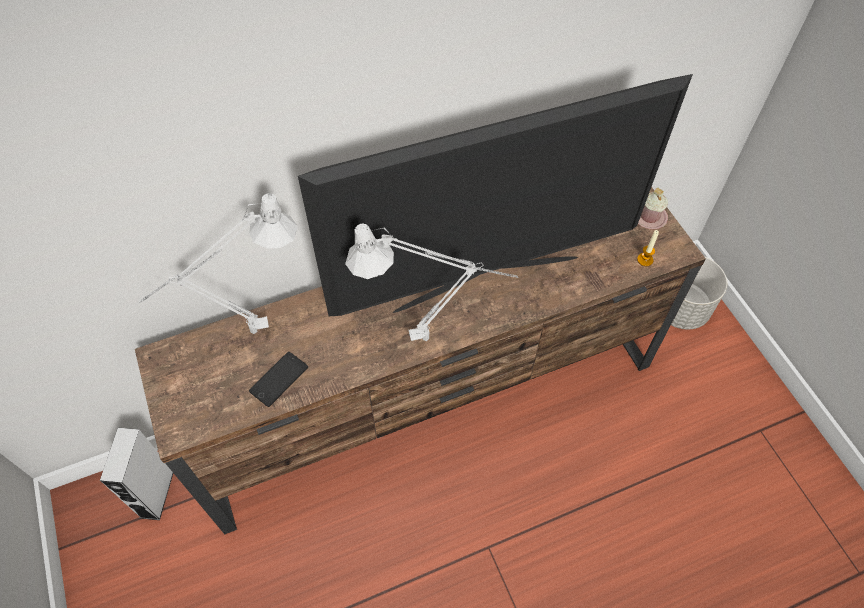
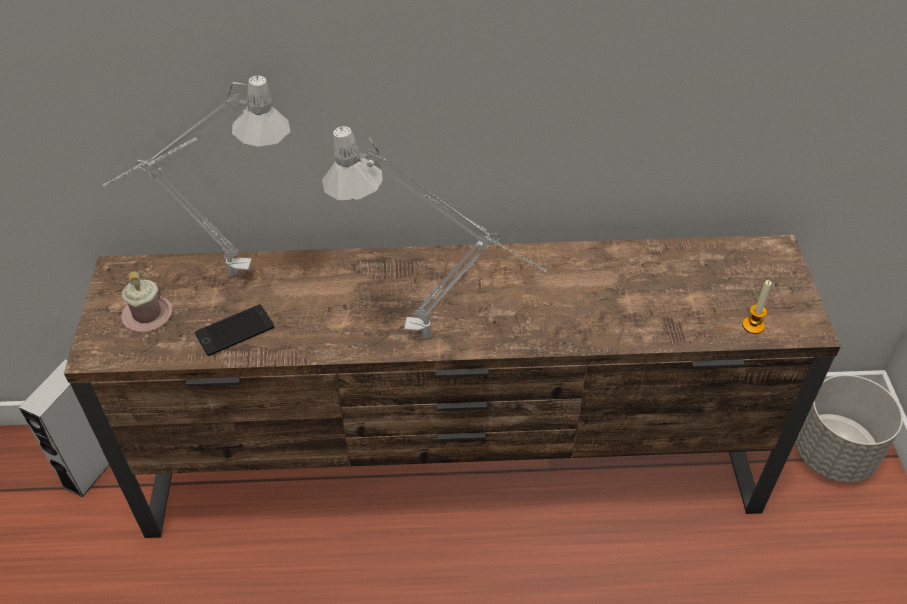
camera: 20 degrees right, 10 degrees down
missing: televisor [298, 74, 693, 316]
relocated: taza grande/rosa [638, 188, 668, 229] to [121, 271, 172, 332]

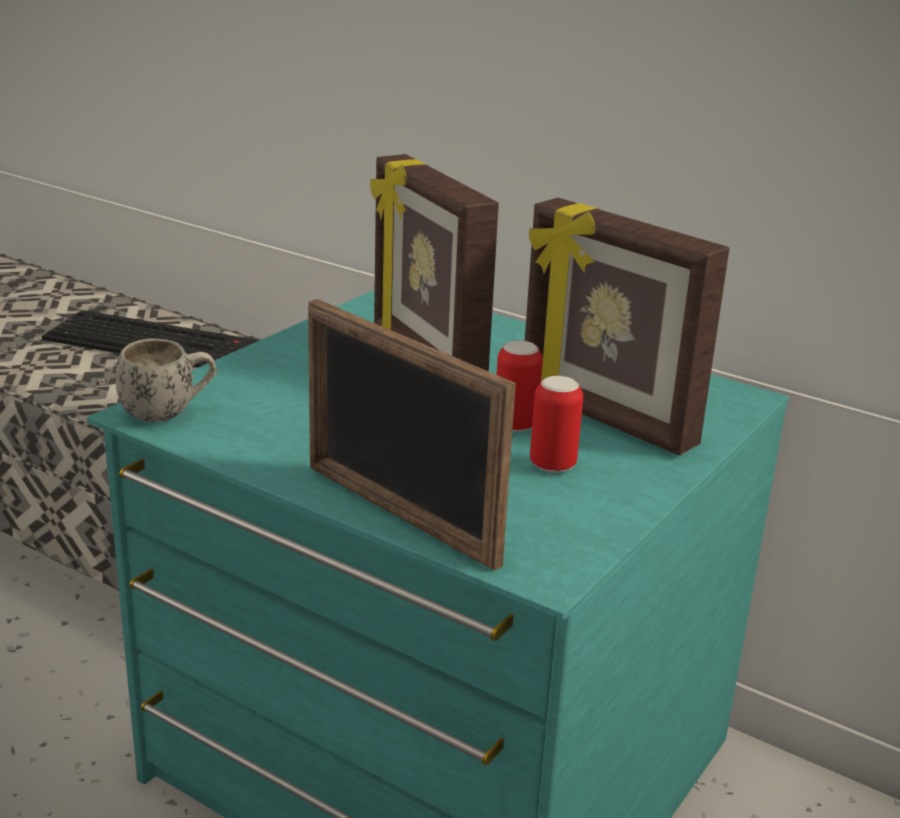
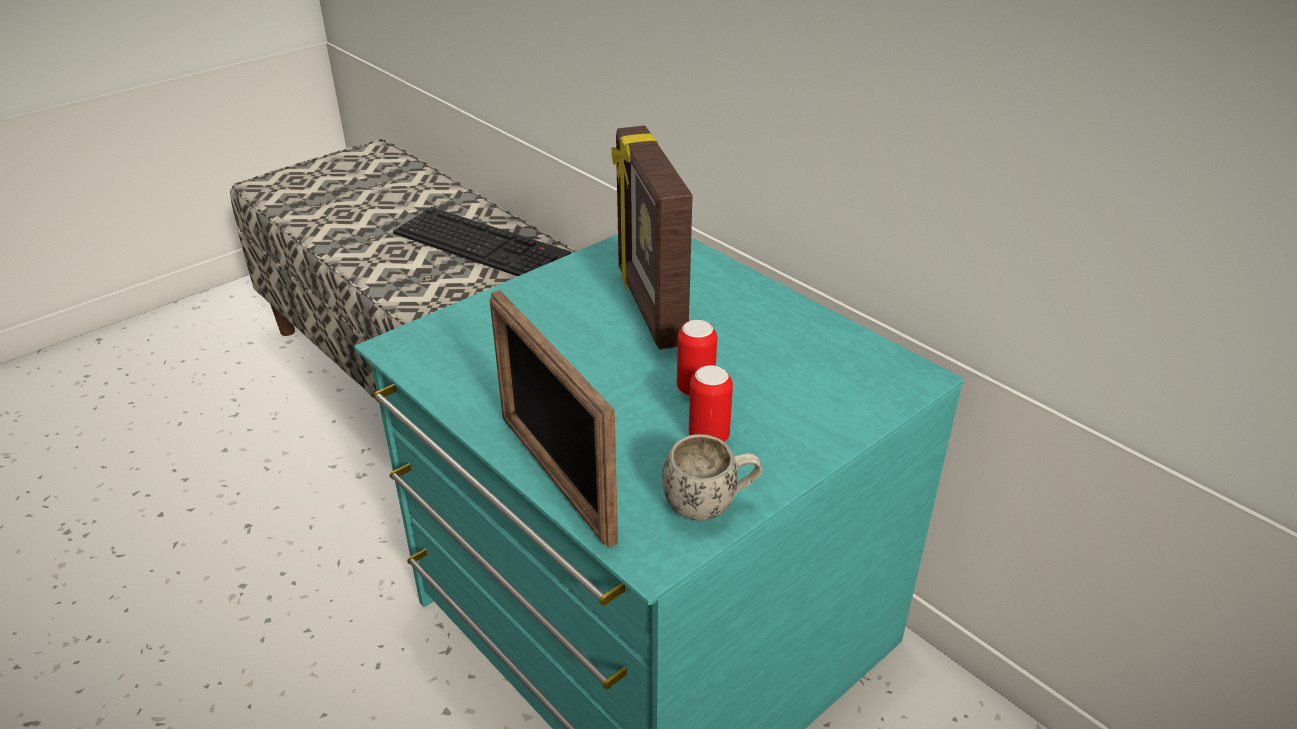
camera: 15 degrees right, 10 degrees up
missing: portarretratos [525, 198, 729, 455]
relocated: taza grande/blanco [115, 338, 217, 422] to [662, 434, 763, 521]

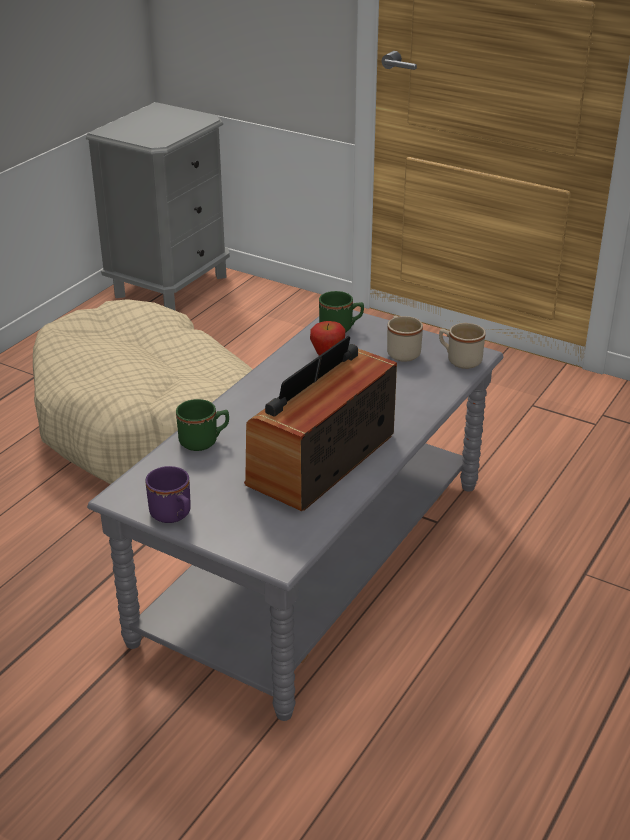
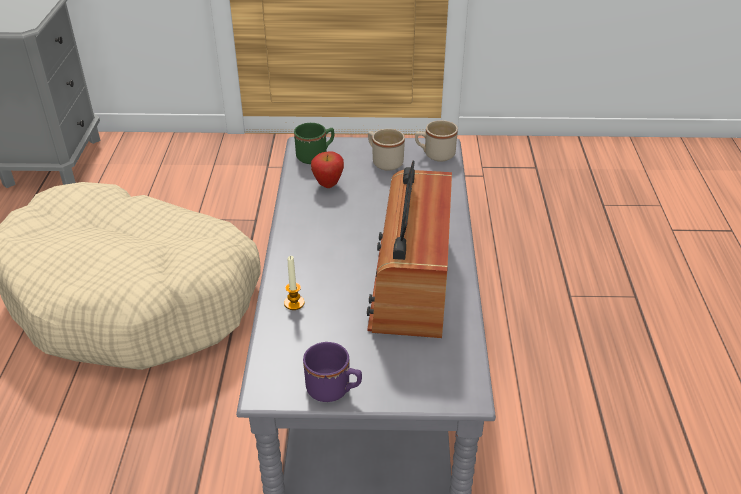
camera: 30 degrees left, 5 degrees up
exchanged: taza grande/verde [176, 399, 229, 451] to vela [284, 256, 305, 310]

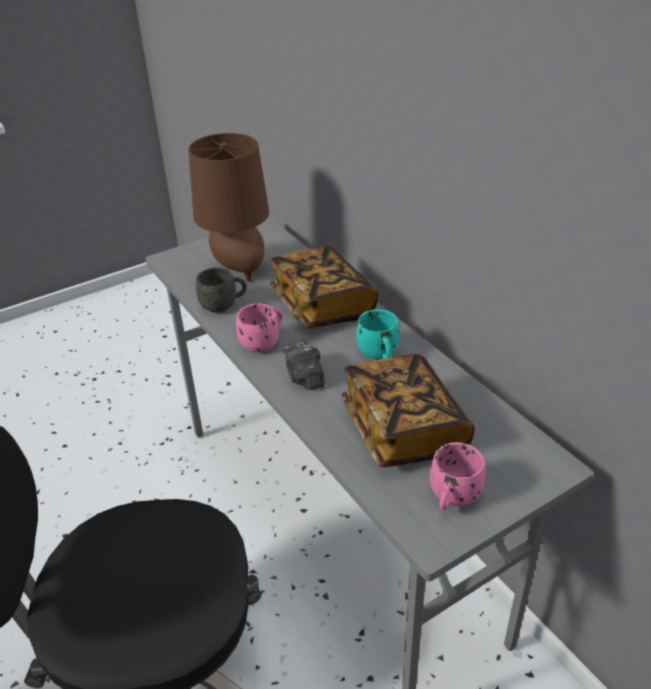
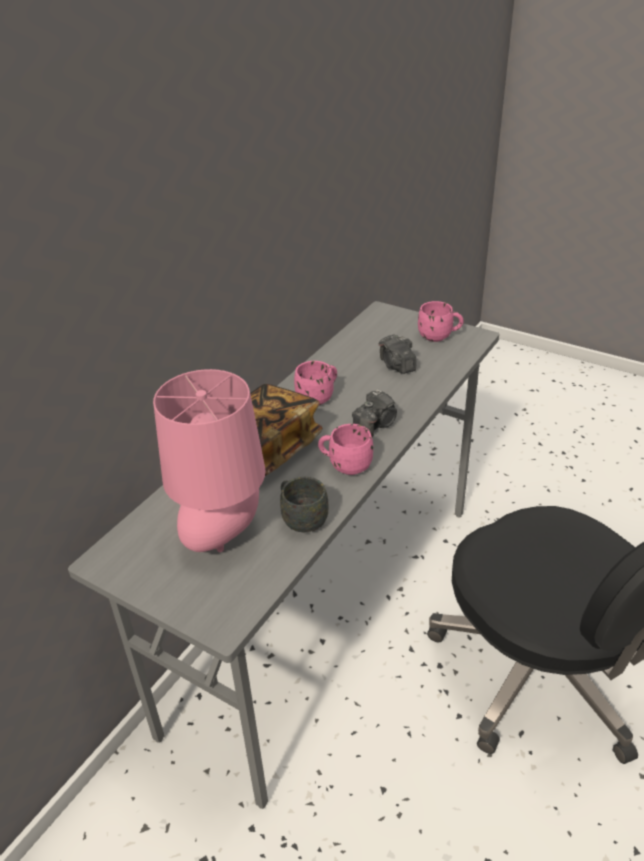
camera: 115 degrees left, 0 degrees up
exchanged: libro [342, 354, 475, 467] to cámara [379, 334, 416, 374]
colour: lámpara de mesa/marrón [188, 133, 269, 282] to lámpara de mesa/rosa [153, 369, 266, 552]; taza grande/turquesa [356, 309, 399, 359] to taza grande/rosa [294, 361, 337, 405]

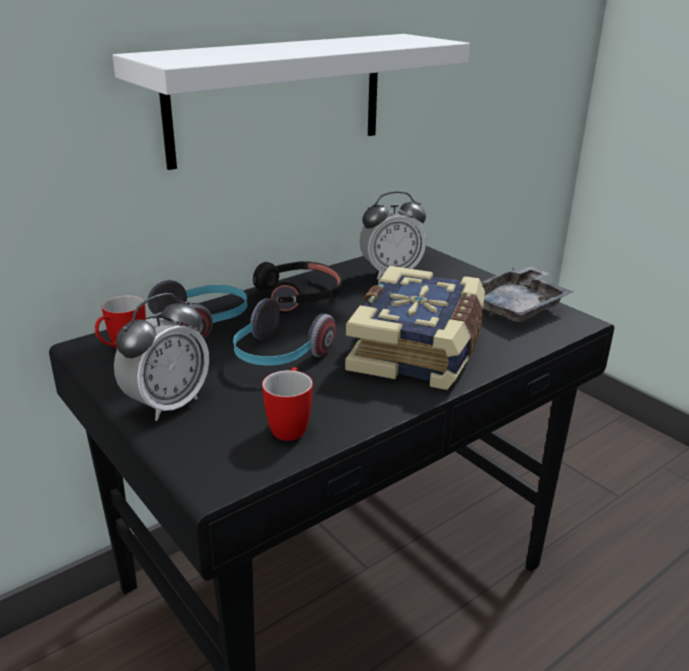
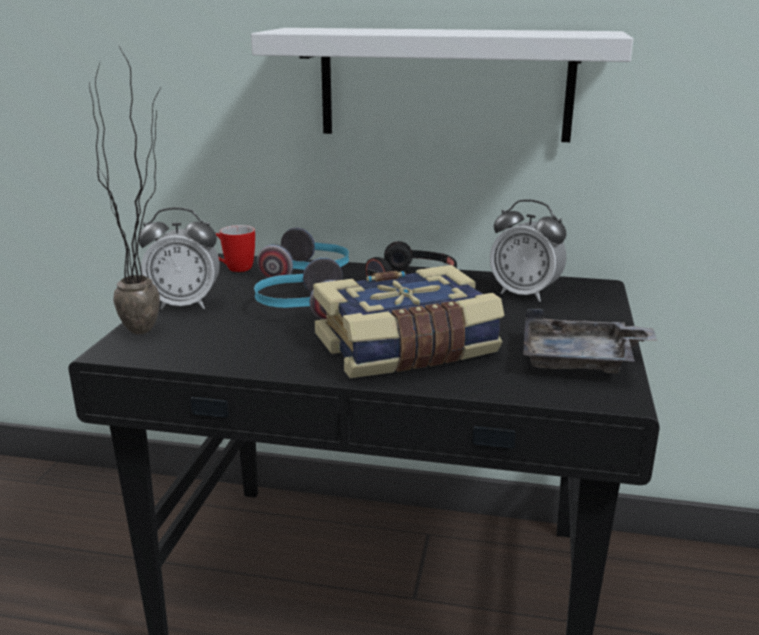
camera: 50 degrees right, 5 degrees down
missing: taza grande [262, 367, 313, 441]
appeared: planta en maceta [89, 47, 160, 334]

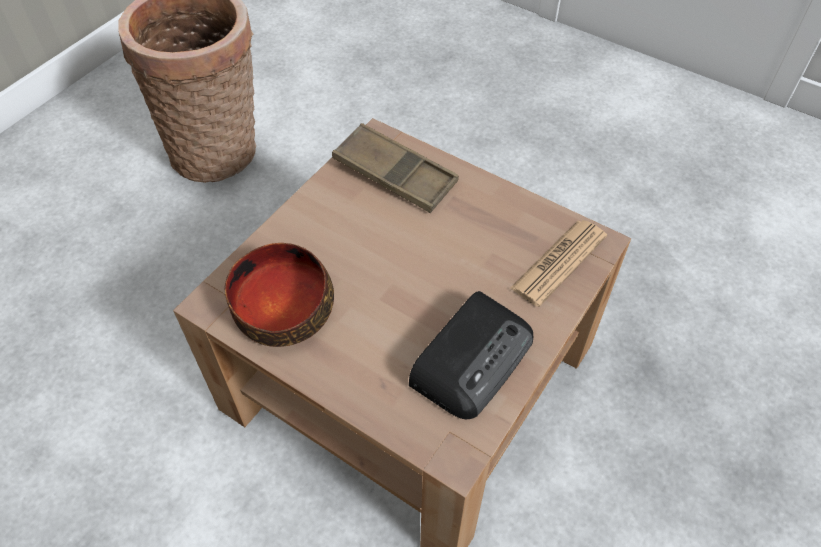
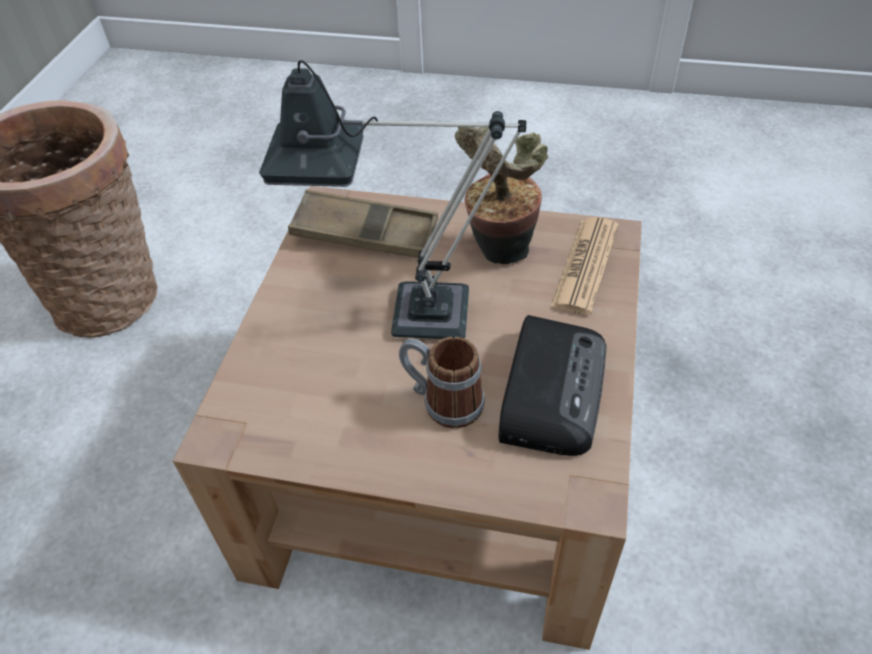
camera: 20 degrees left, 5 degrees down
missing: cuenco [225, 243, 334, 347]
appeared: lámpara de mesa [259, 60, 526, 339]; taza grande [399, 337, 485, 428]; planta en maceta [455, 127, 548, 264]

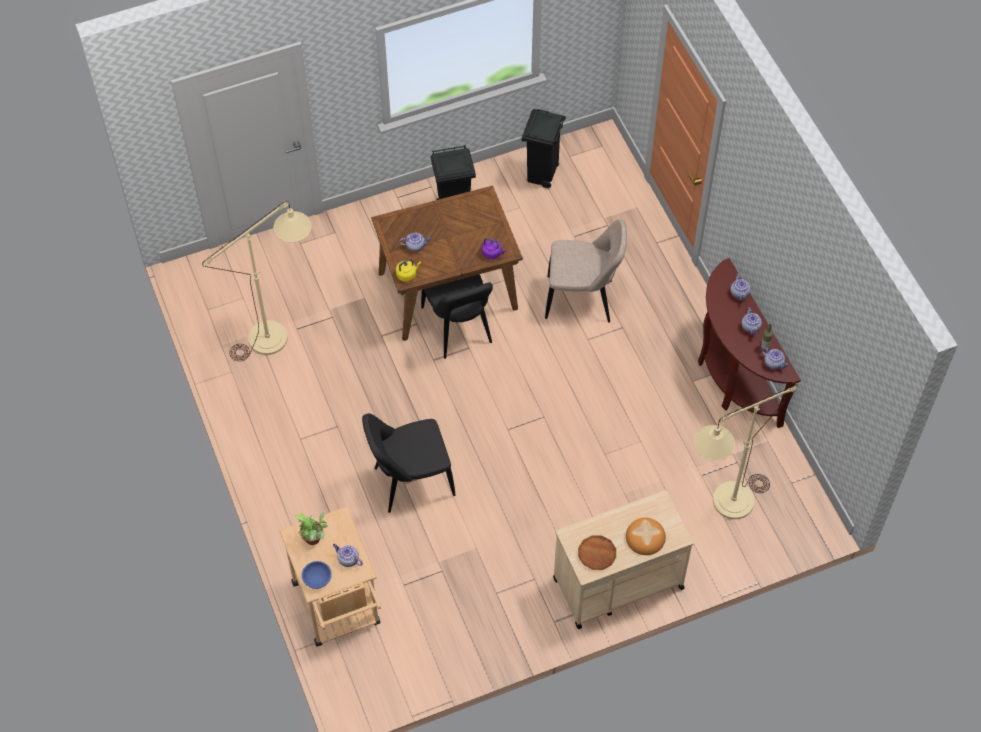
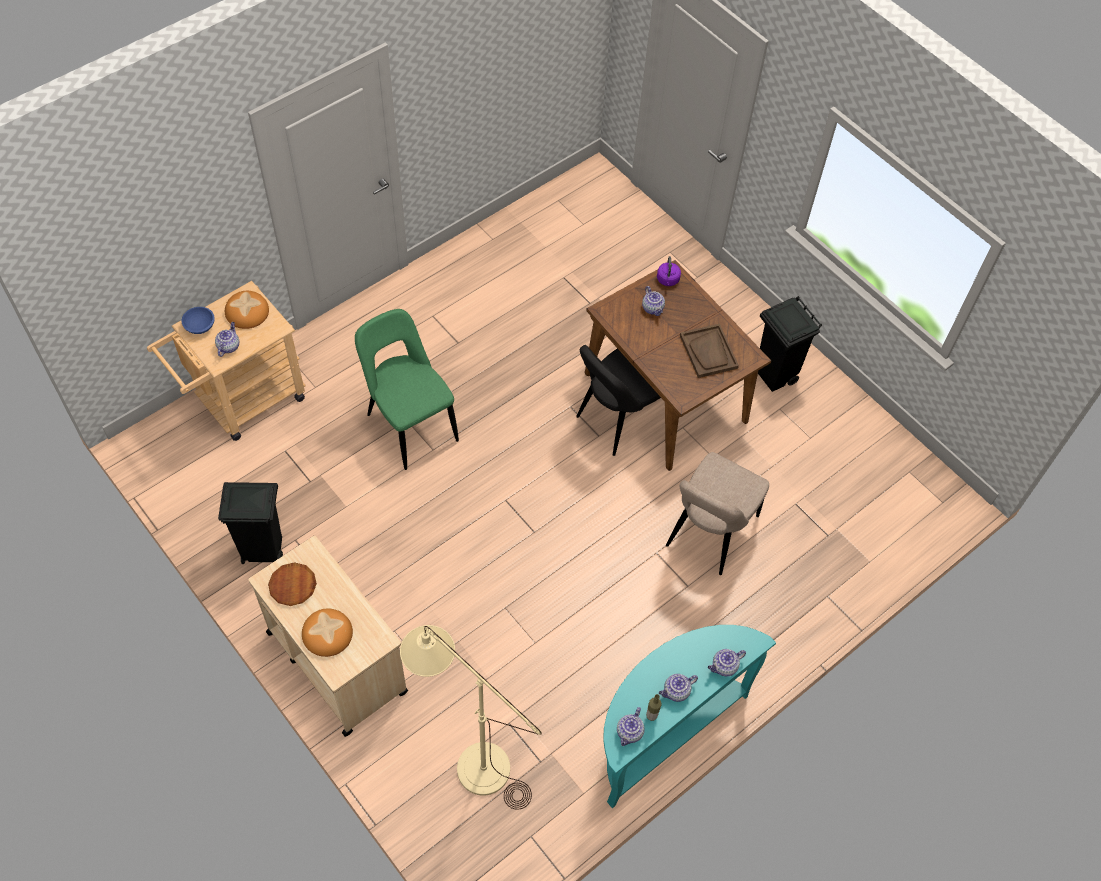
camera: 70 degrees right, 0 degrees up
missing: lámpara de pie/beis [202, 201, 312, 361]; hervidor/amarillo [396, 259, 421, 281]
appeared: bandeja/marrón [680, 324, 739, 378]
relocated: papelera/negro [522, 109, 566, 188] to [218, 482, 283, 564]; hervidor/morado [482, 238, 506, 260] to [657, 256, 681, 286]
exchanged: planta en maceta [296, 513, 328, 545] to pan [225, 291, 269, 329]
colour: silla/negro [362, 413, 456, 513] to silla/verde [355, 309, 459, 470]; mesa consola/marrón [698, 258, 801, 428] to mesa consola/turquesa [603, 625, 776, 808]
spun: silla/beis [545, 219, 627, 323] = [666, 452, 769, 575] 45 degrees clockwise

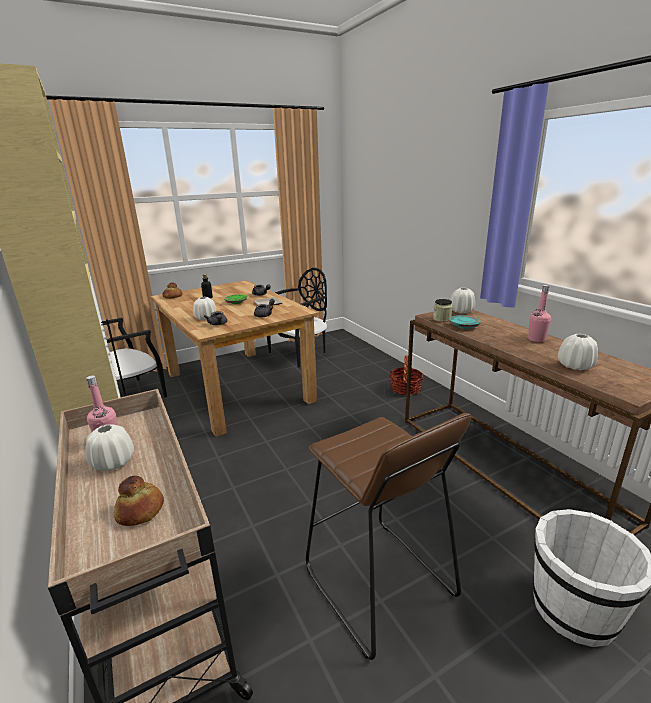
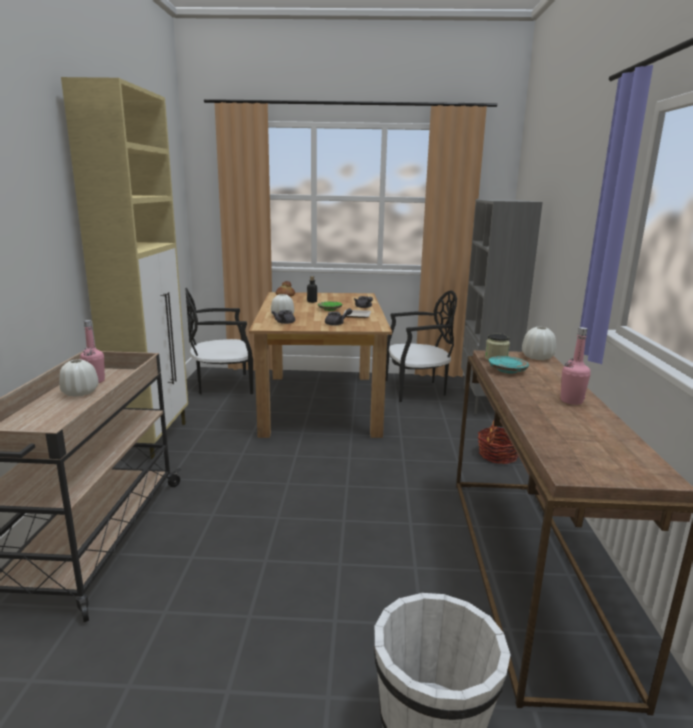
camera: 30 degrees right, 5 degrees down
missing: pan [114, 476, 164, 526]; taburete/marrón [306, 413, 471, 660]; florero/blanco [558, 334, 598, 371]
appeared: estantería/gris [461, 199, 543, 414]

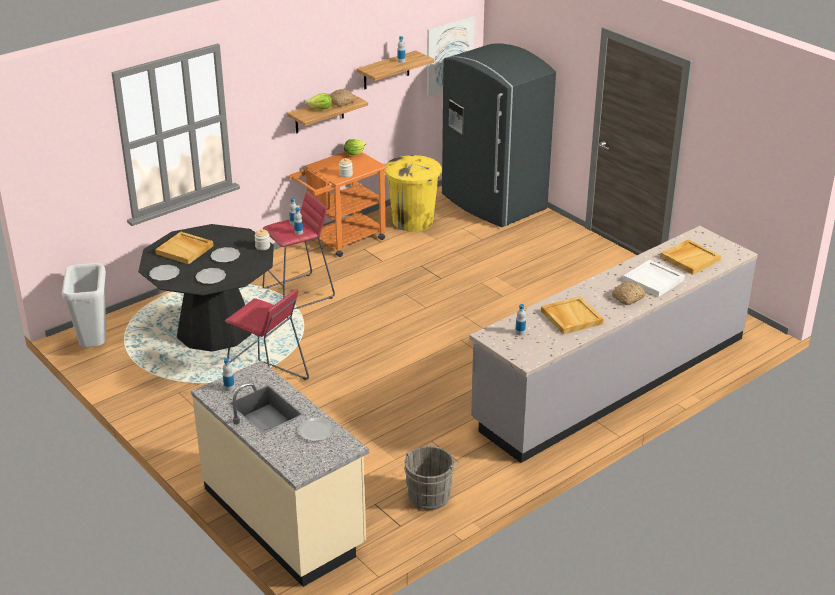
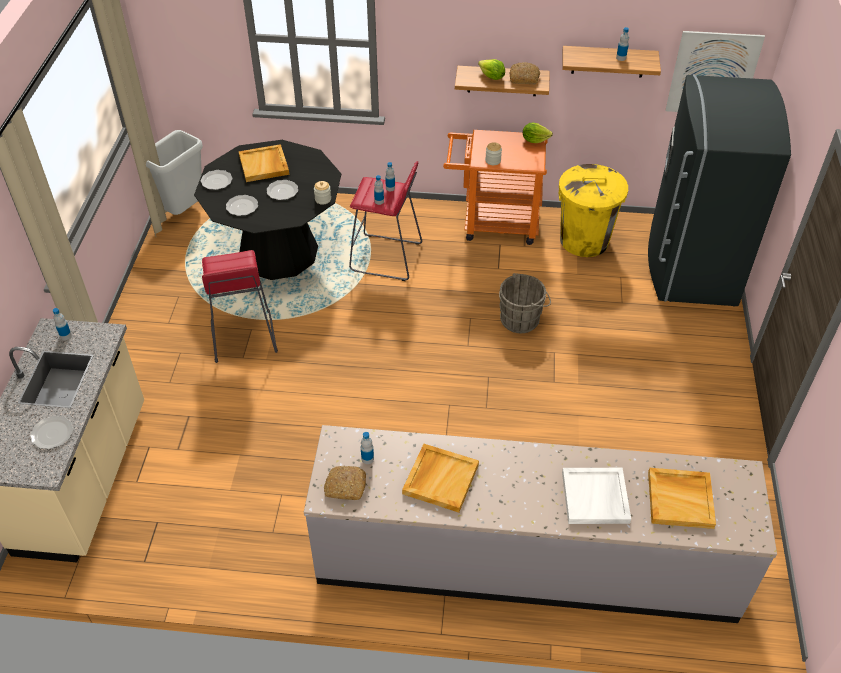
camera: 45 degrees right, 15 degrees up
relocated: pan [612, 282, 646, 305] to [324, 466, 366, 500]; cubo/gris [404, 446, 459, 510] to [499, 273, 551, 333]

